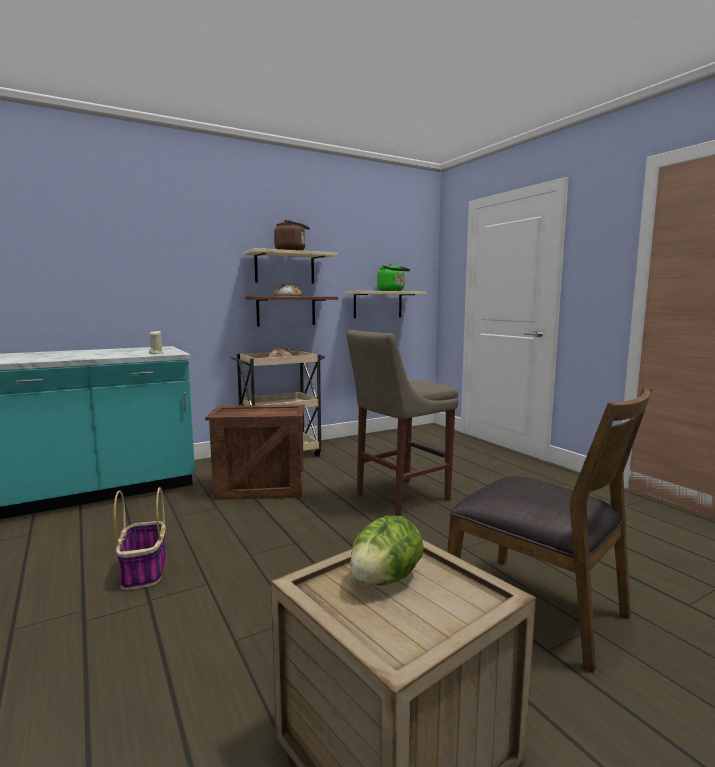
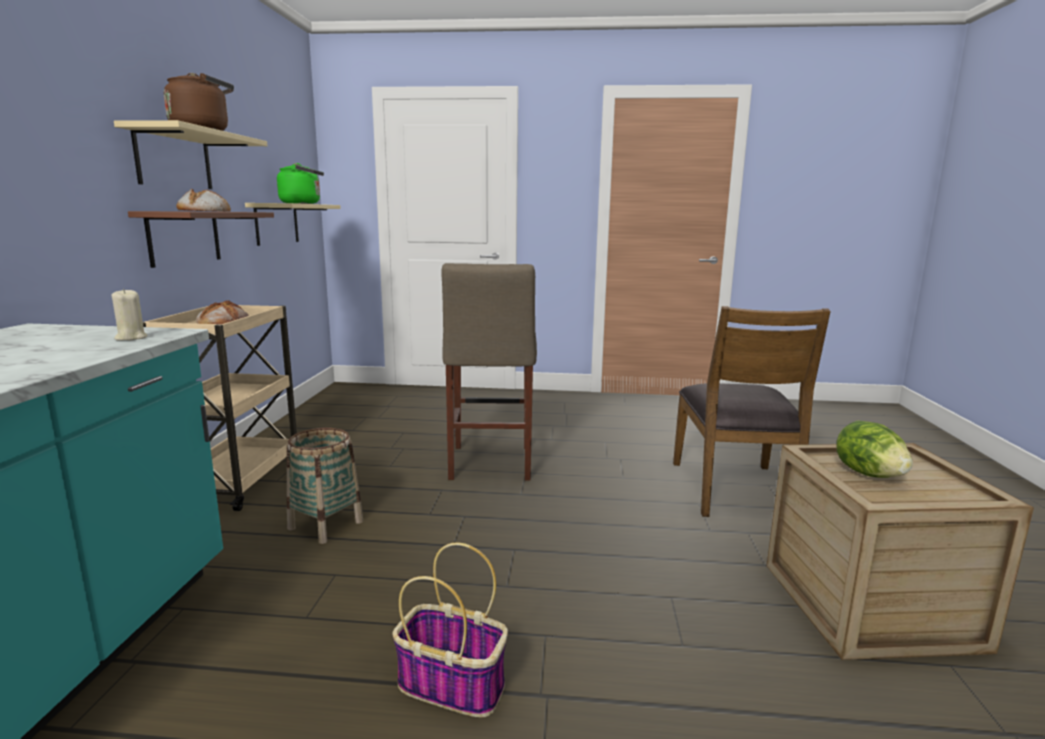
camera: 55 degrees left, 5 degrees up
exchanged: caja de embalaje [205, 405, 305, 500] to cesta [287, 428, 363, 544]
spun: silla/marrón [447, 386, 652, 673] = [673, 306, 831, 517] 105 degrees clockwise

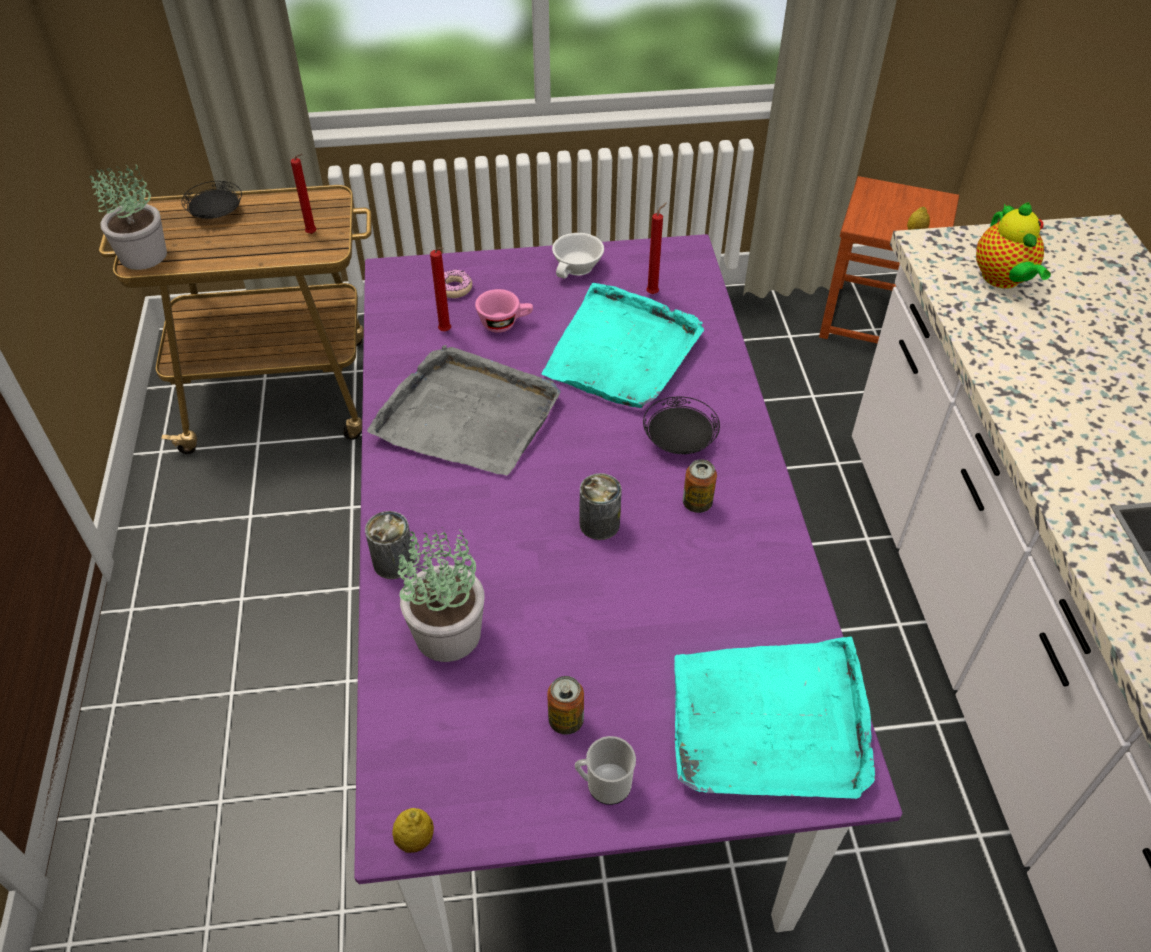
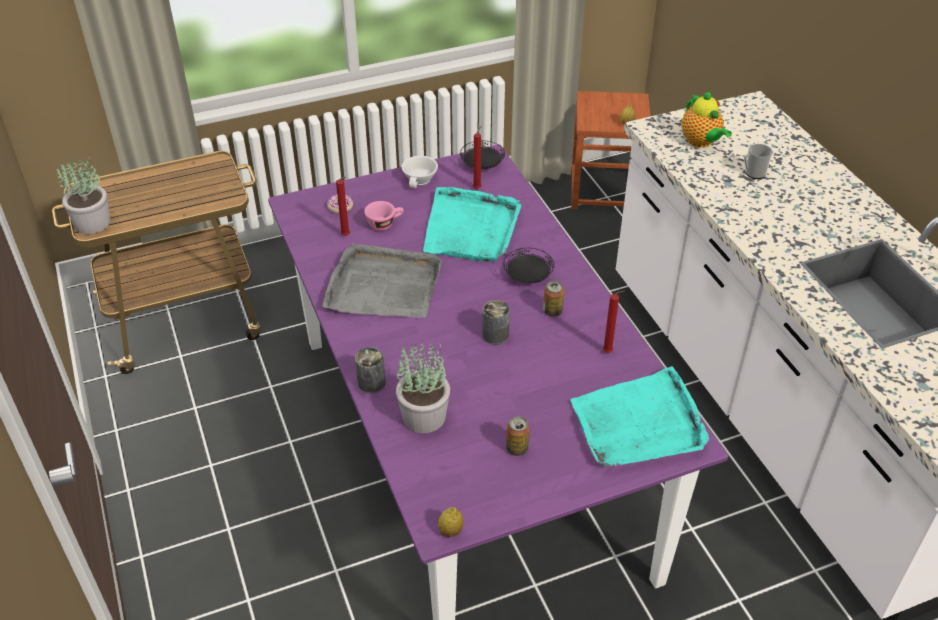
camera: 15 degrees left, 5 degrees down
relocated: plato/negro [181, 181, 242, 219] to [460, 140, 505, 169]; vela/rojo [291, 154, 317, 234] to [603, 291, 625, 353]; taza grande [575, 736, 636, 805] to [744, 144, 773, 179]

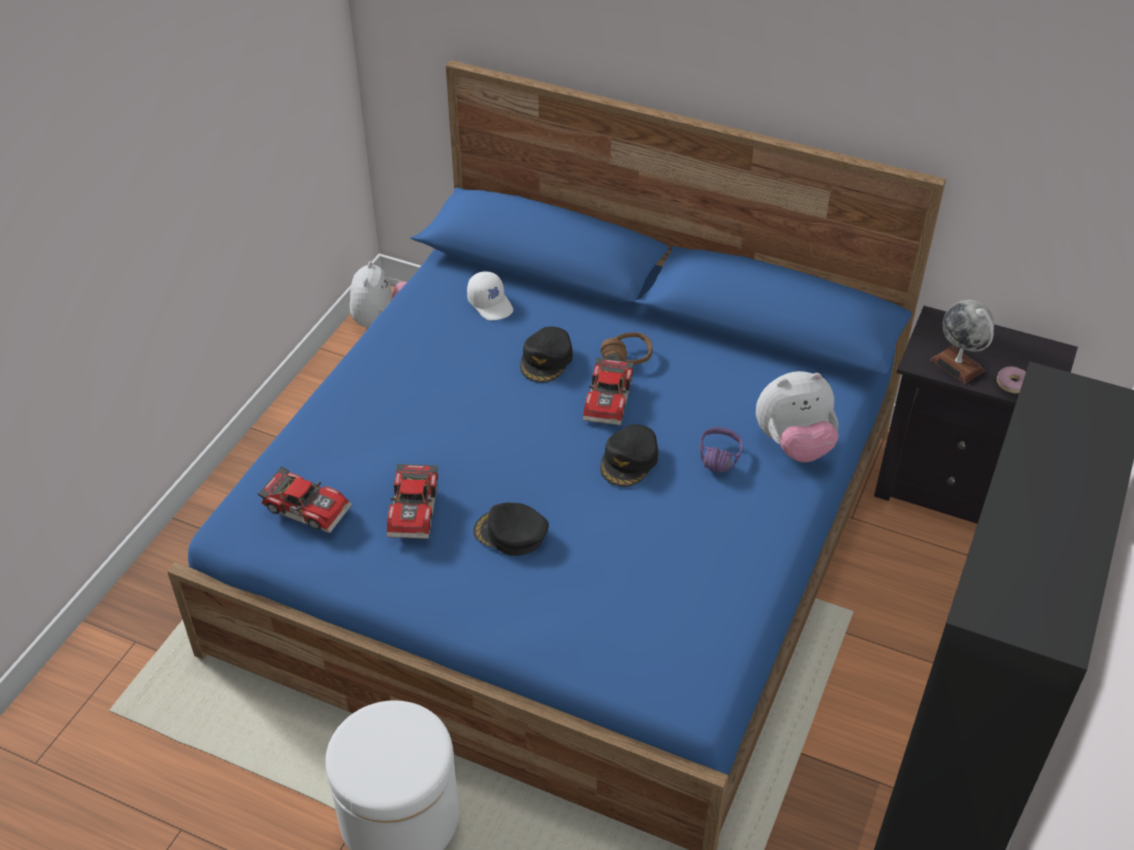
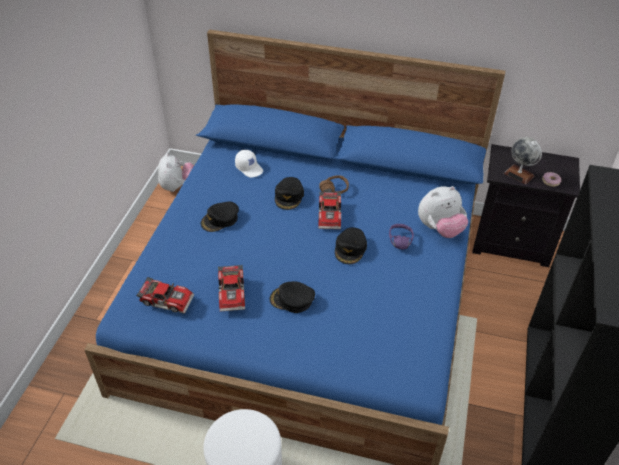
camera: 10 degrees left, 0 degrees up
appeared: gorra/negro [201, 202, 239, 232]

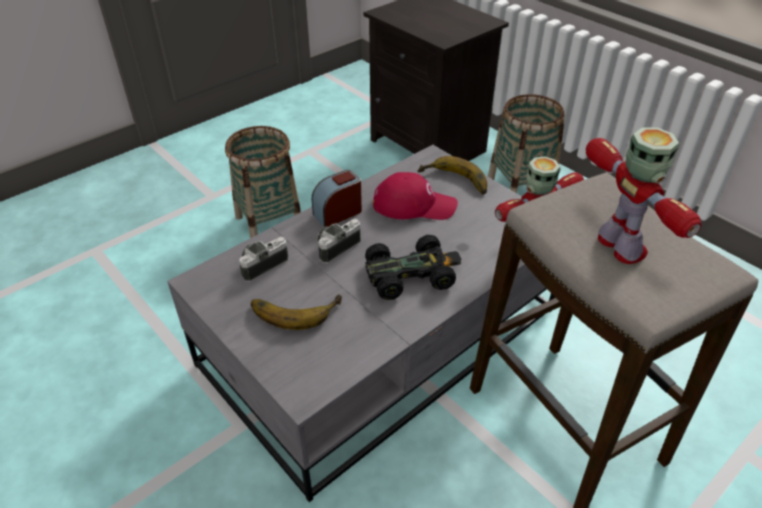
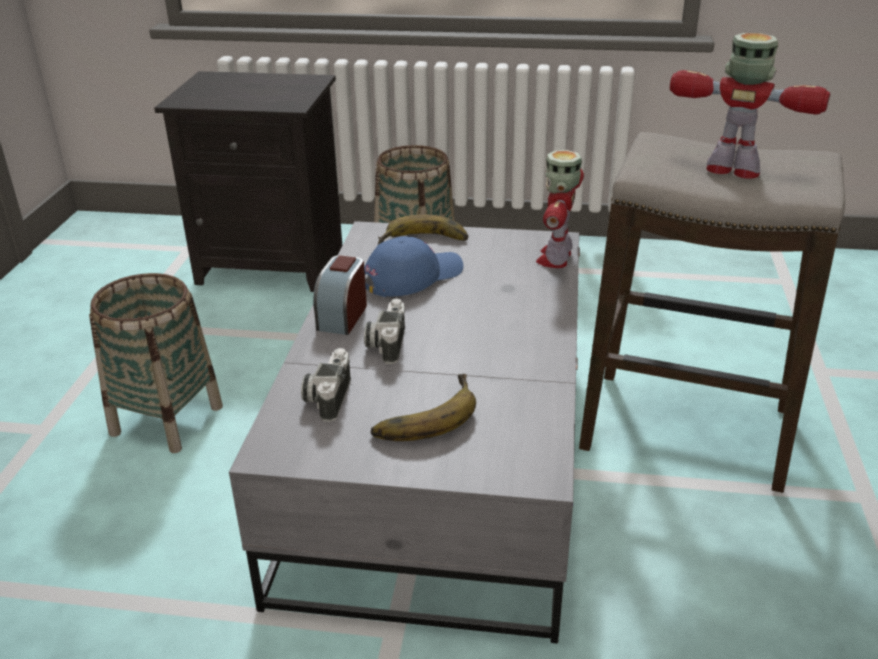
camera: 40 degrees left, 10 degrees down
missing: coche de juguete/negro [365, 235, 461, 300]
colour: gorra/rojo [373, 172, 458, 220] to gorra/azul [364, 236, 463, 297]

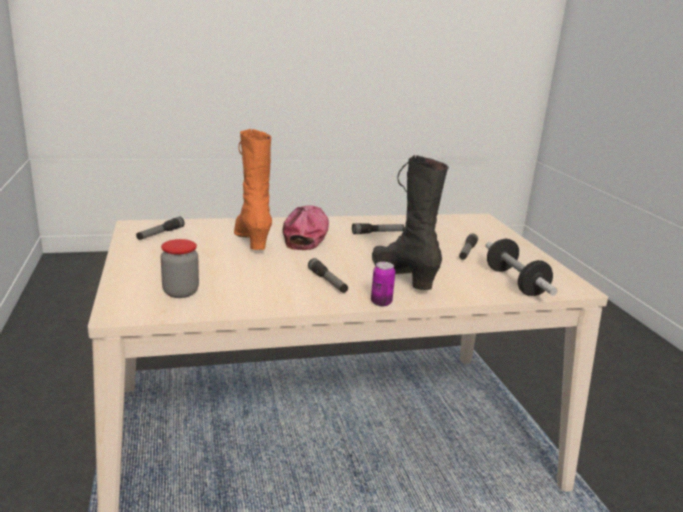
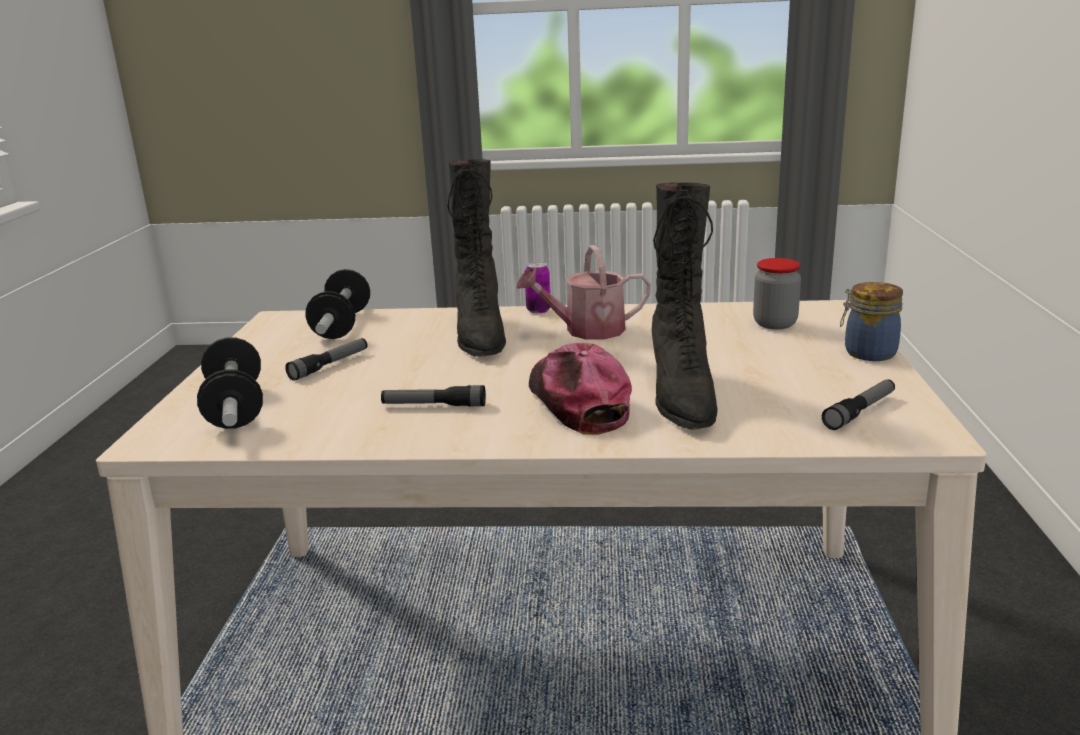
camera: 160 degrees left, 0 degrees up
appeared: mancuerna [197, 337, 263, 429]; tarro [840, 282, 903, 361]
exchanged: linterna [308, 258, 348, 293] to regadera [516, 245, 651, 340]
colour: bota/naranja [234, 129, 272, 250] to bota/negro [652, 183, 717, 430]
spun: gorra [283, 205, 329, 250] = [529, 343, 632, 435] 135 degrees clockwise

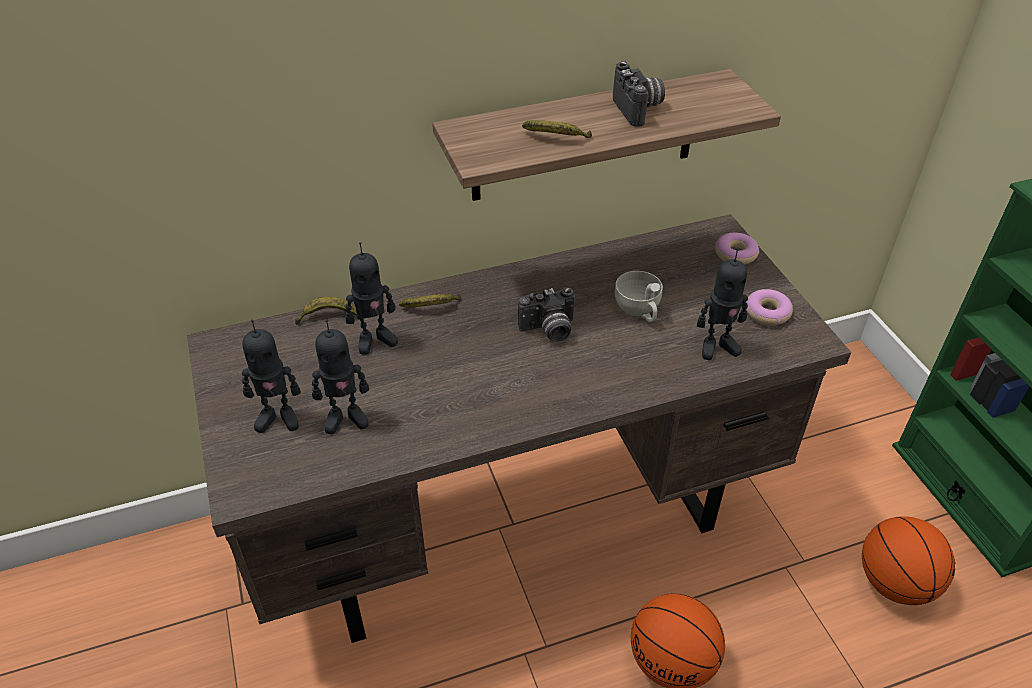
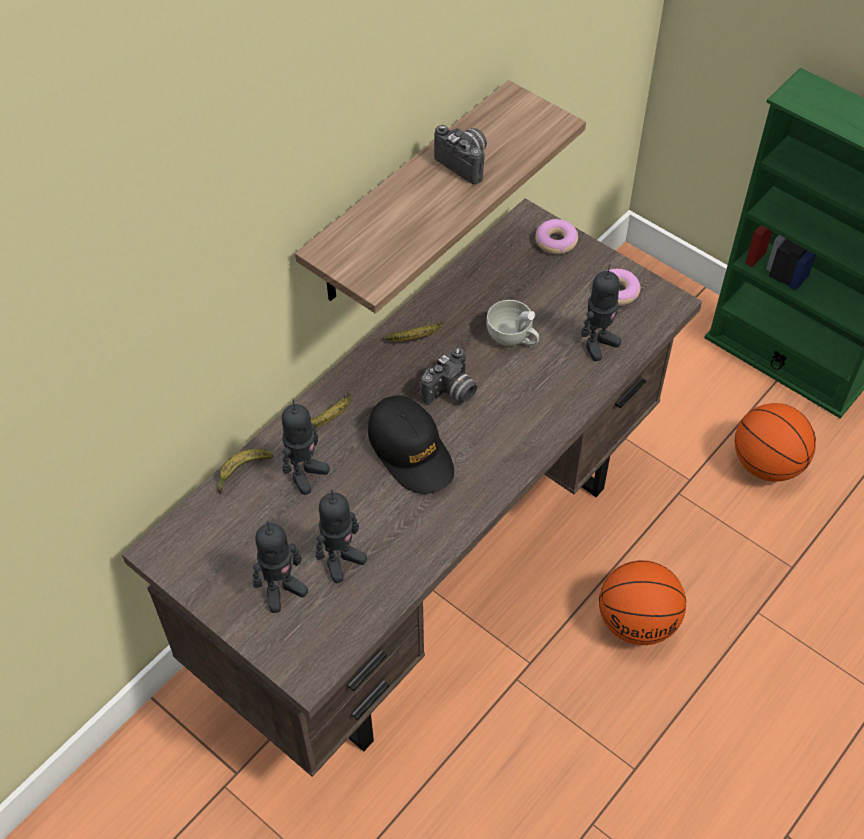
camera: 30 degrees left, 10 degrees up
appeared: gorra/negro [368, 395, 454, 494]
relocated: plátano [522, 120, 592, 138] to [386, 321, 444, 341]

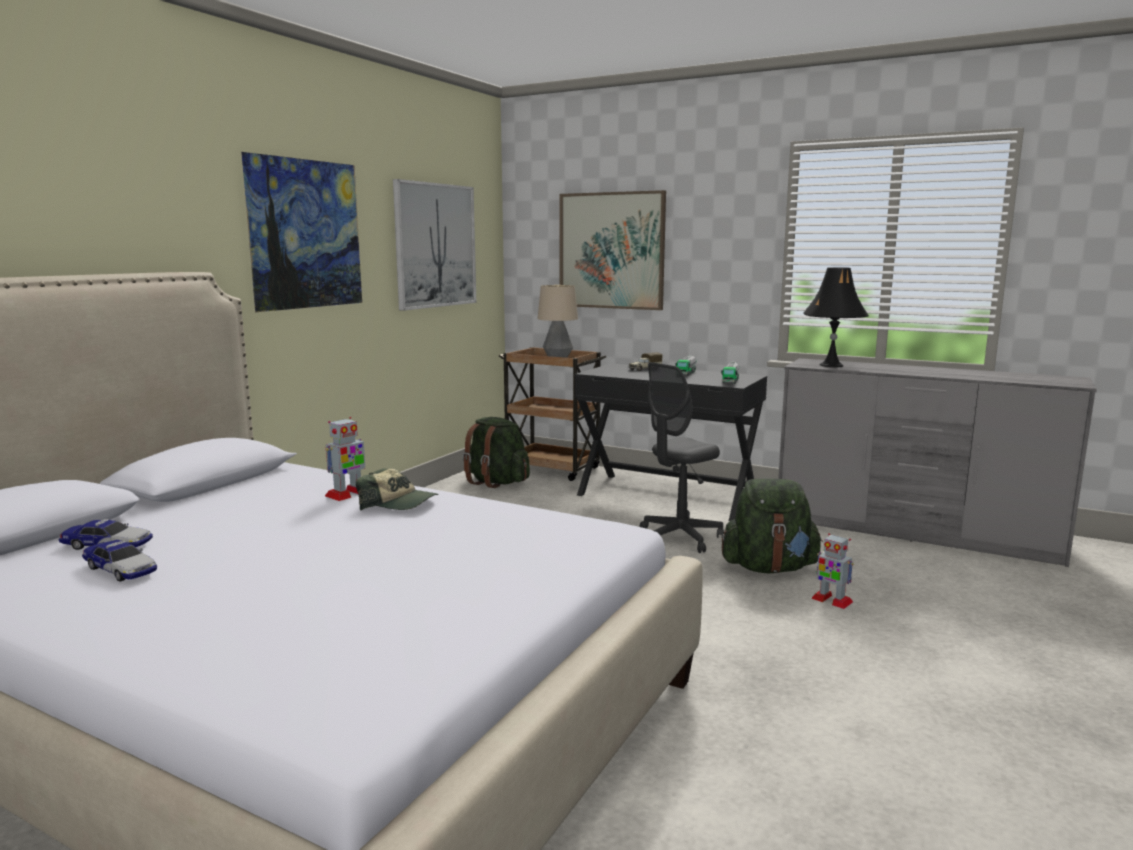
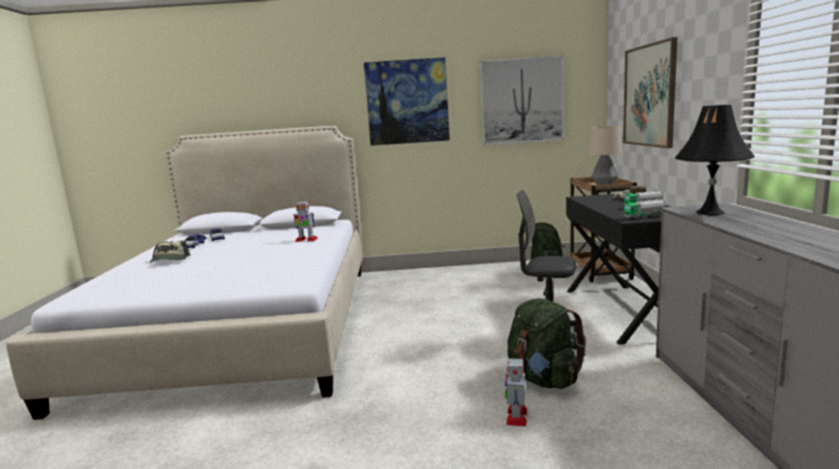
camera: 60 degrees right, 0 degrees up
relocated: gorra [356, 468, 439, 510] to [150, 241, 191, 263]

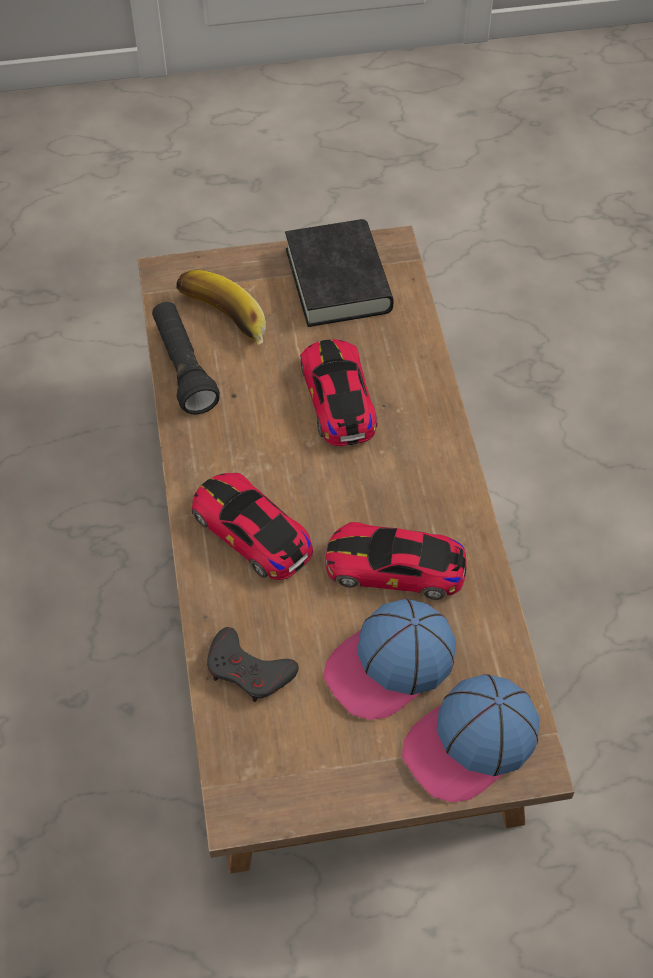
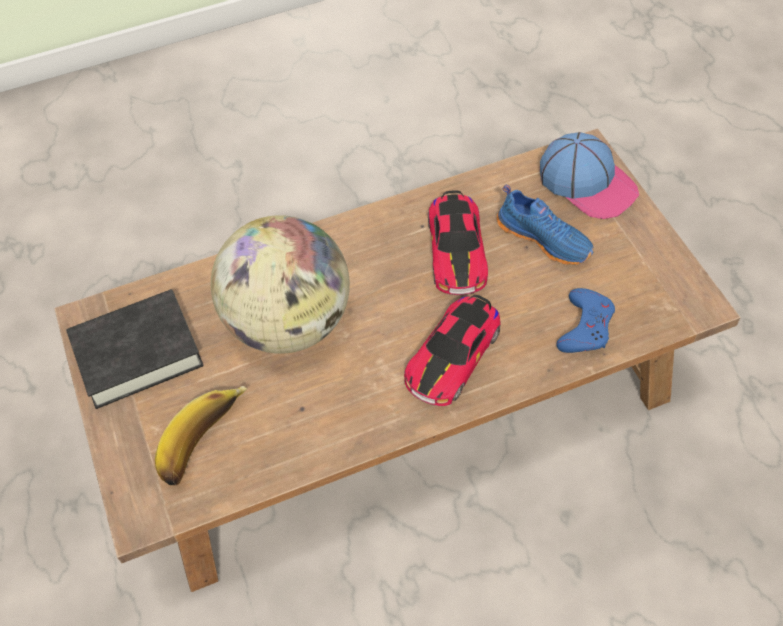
camera: 100 degrees left, 0 degrees up
missing: linterna/negro [152, 302, 220, 414]
exchanged: coche de juguete [300, 339, 377, 446] to globo terráqueo [211, 215, 350, 354]; gorra [323, 599, 456, 720] to zapato/azul [497, 185, 594, 265]
colour: mando de consola/gris [207, 627, 299, 702] to mando de consola/azul [557, 288, 615, 353]

